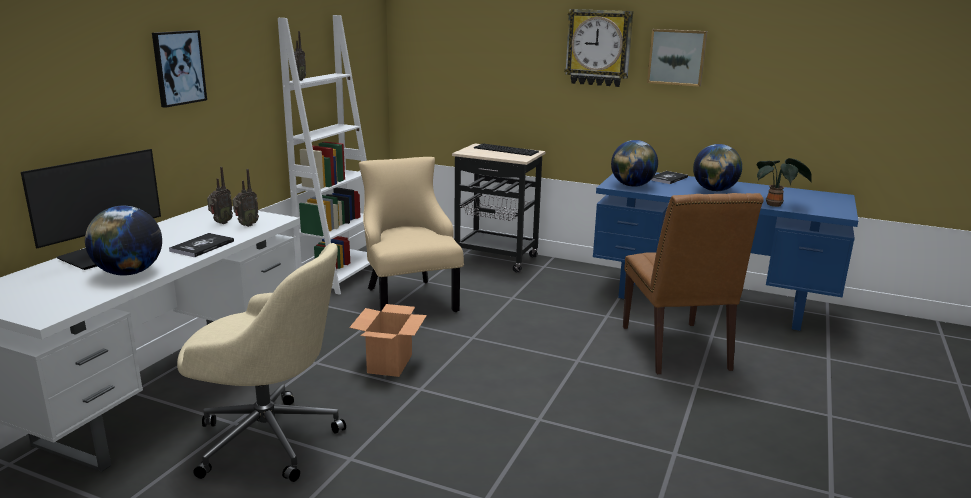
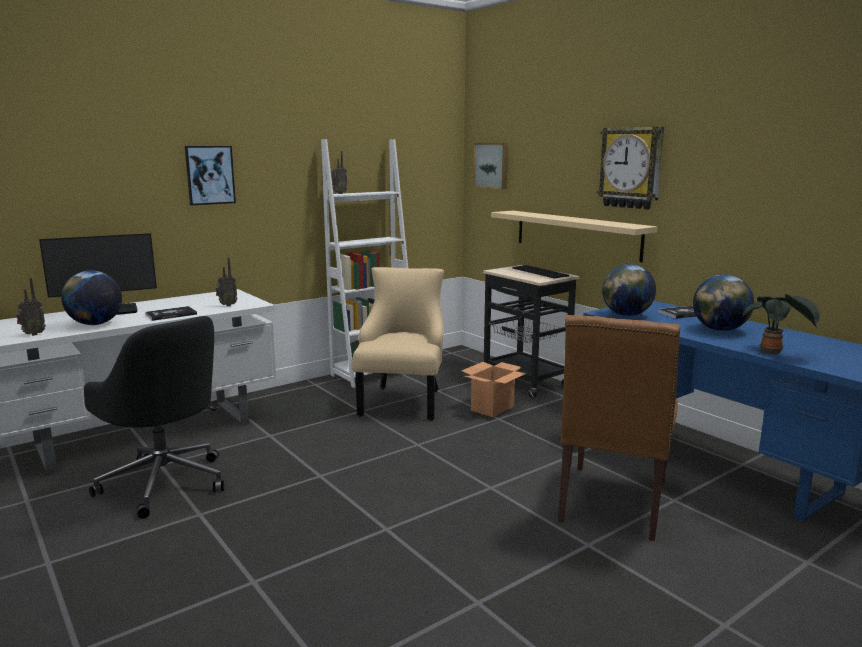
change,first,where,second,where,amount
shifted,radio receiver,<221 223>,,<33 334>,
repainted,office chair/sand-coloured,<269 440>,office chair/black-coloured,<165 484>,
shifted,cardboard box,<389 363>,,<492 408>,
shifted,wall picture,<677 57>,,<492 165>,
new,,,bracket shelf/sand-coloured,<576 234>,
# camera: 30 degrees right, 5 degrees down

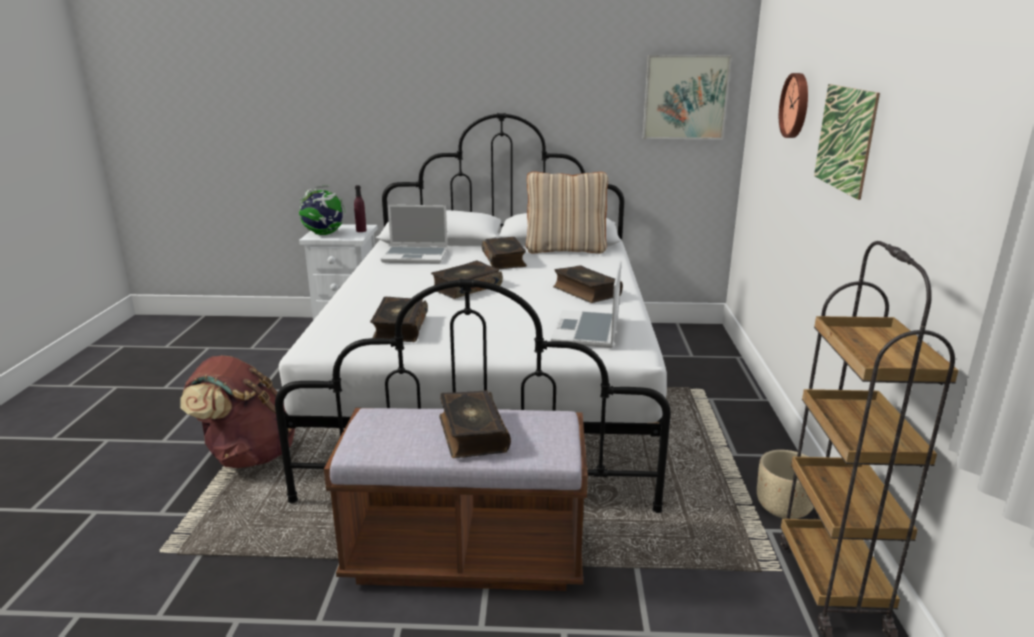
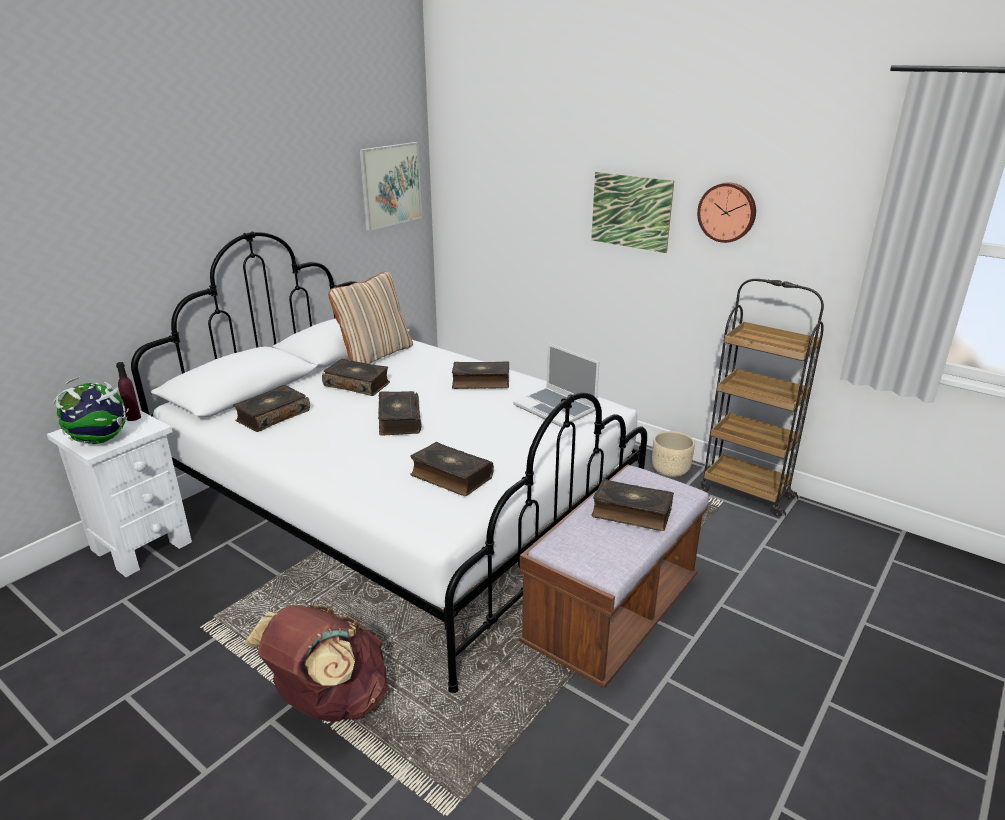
change,first,where,second,where,amount
swapped,laptop,<416 256>,book,<272 416>,
shifted,hanging clock,<796 105>,,<727 212>,
# camera: 55 degrees left, 5 degrees up

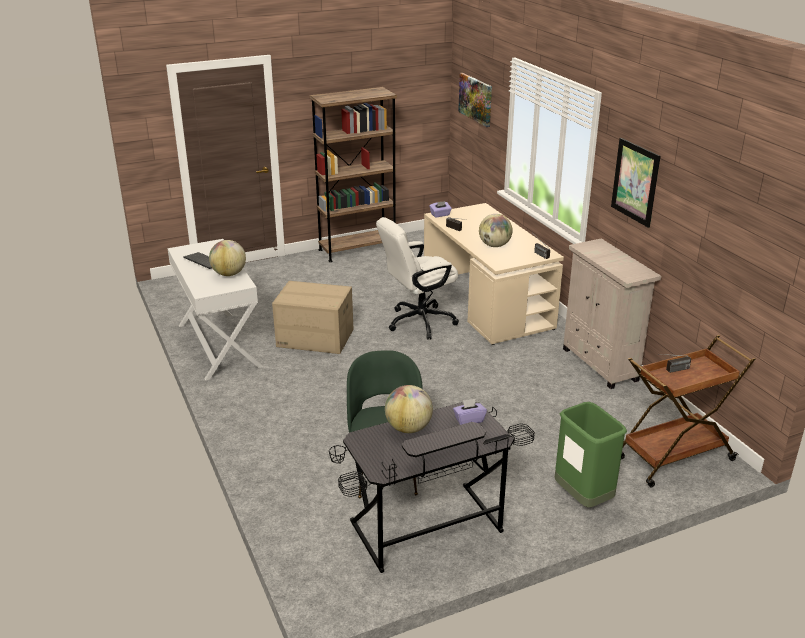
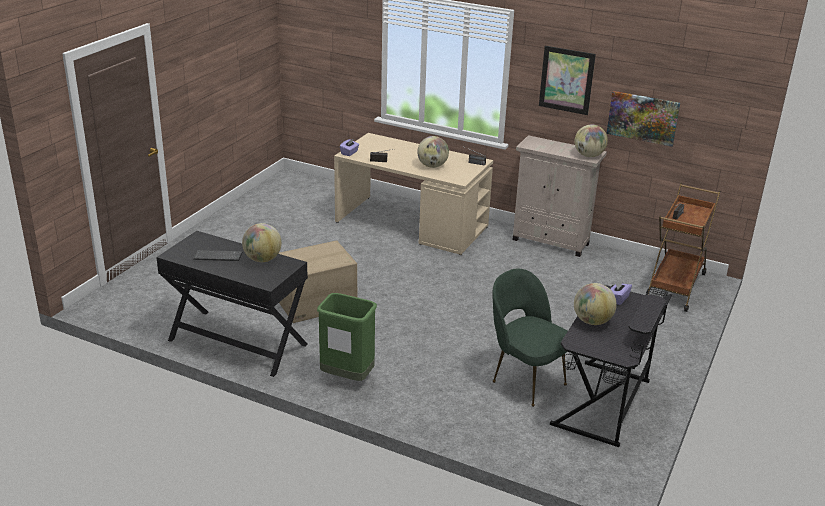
change,first,where,second,where,amount
repainted,hall table/white-coloured,<218 345>,hall table/black-coloured,<237 342>,
shifted,rubbish bin/green-coloured,<582 498>,,<347 377>,
new,,,world globe,<589 156>,
shifted,wall picture,<476 99>,,<643 117>,
gone,bookcase/brown,<357 249>,,,
gone,office chair/white-coloured,<418 323>,,,
# camera: 40 degrees left, 0 degrees up

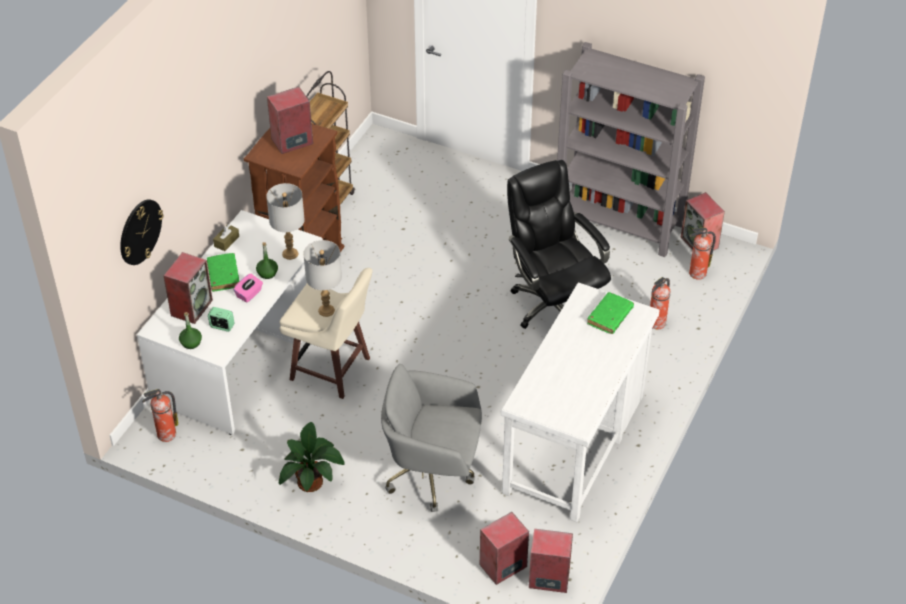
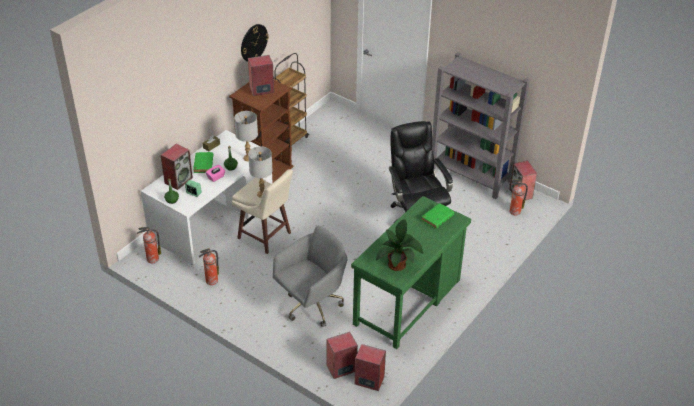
change,first,where,second,where,amount
shifted,fire-fighting cylinder,<656 323>,,<211 281>,
shifted,hanging clock,<140 231>,,<253 42>,
rotated,office chair/greyish,<433 476>,,<311 308>,120 degrees clockwise
repainted,desk unit/white-coloured,<575 444>,desk unit/green-coloured,<408 302>,
shifted,potted plant,<312 480>,,<398 264>,
# camera: 10 degrees right, 5 degrees down

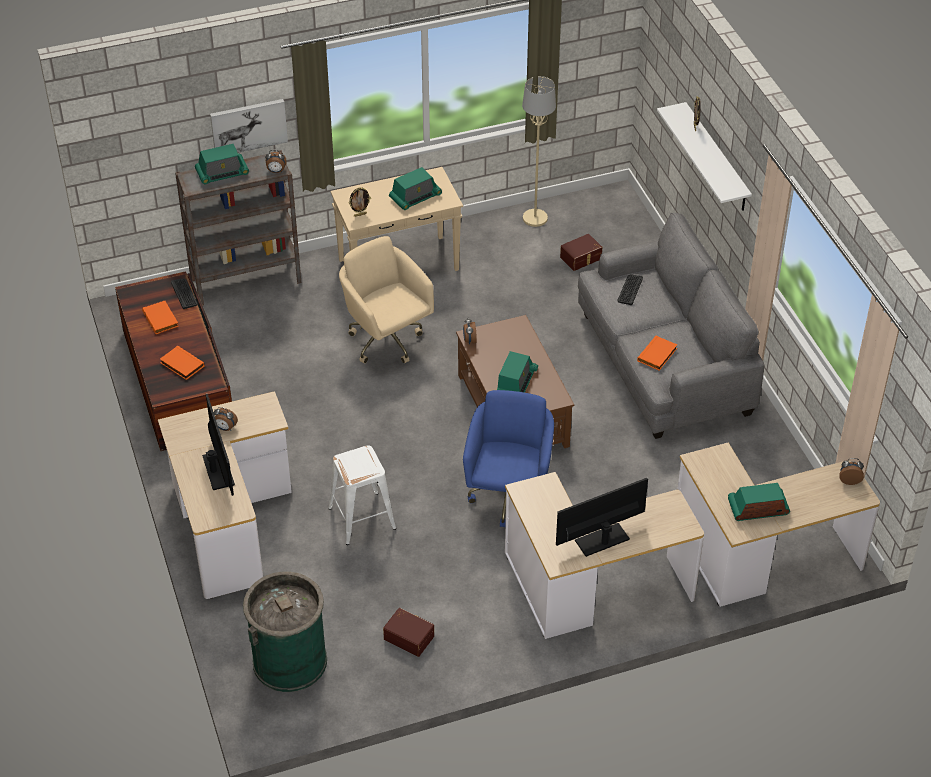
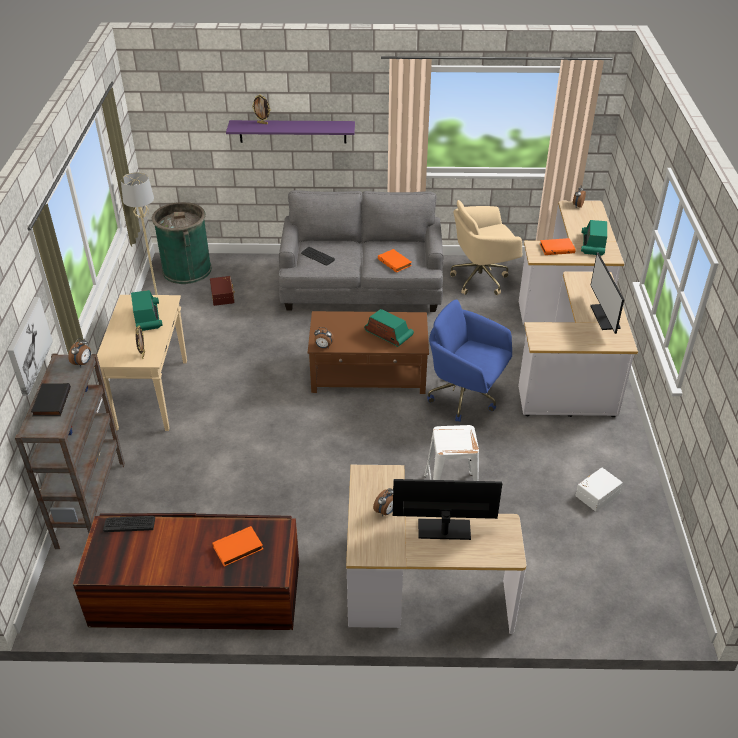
change,first,where,second,where,amount
swapped,radio receiver,<222 173>,book/black-coloured,<51 401>,
shifted,rubbish bin/green-coloured,<290 661>,,<187 270>,
repainted,bracket shelf/white-coloured,<716 158>,bracket shelf/purple,<292 131>,
shifted,office chair/sand-coloured,<387 344>,,<482 280>,
shifted,book/orangey,<161 319>,,<557 248>,
repainted,storage box/brown,<409 637>,storage box/white-coloured,<596 494>,
# camera: 70 degrees left, 5 degrees down

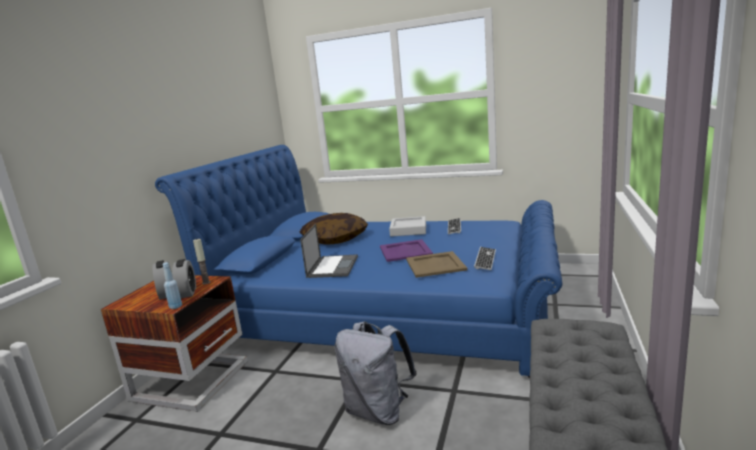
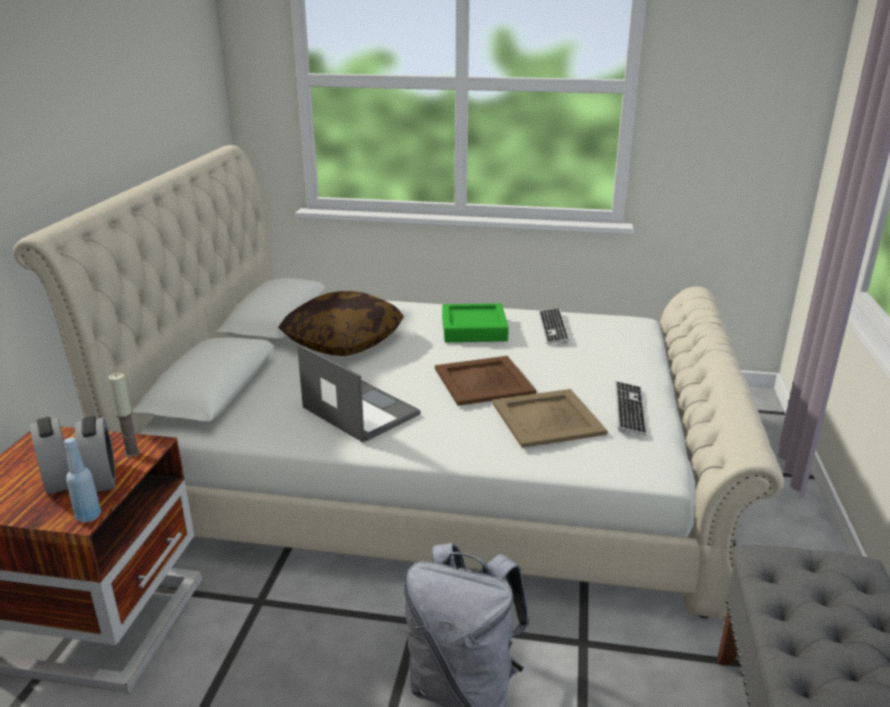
change,first,where,second,where,amount
repainted,sleeping bed/bluish,<387 308>,sleeping bed/sand-coloured,<435 466>,
rotated,laptop,<332 266>,,<359 410>,45 degrees counterclockwise
repainted,serving tray/purple,<405 251>,serving tray/brown,<483 381>,
repainted,serving tray/greyish,<408 230>,serving tray/green-coloured,<474 329>,
# camera: 10 degrees left, 10 degrees up

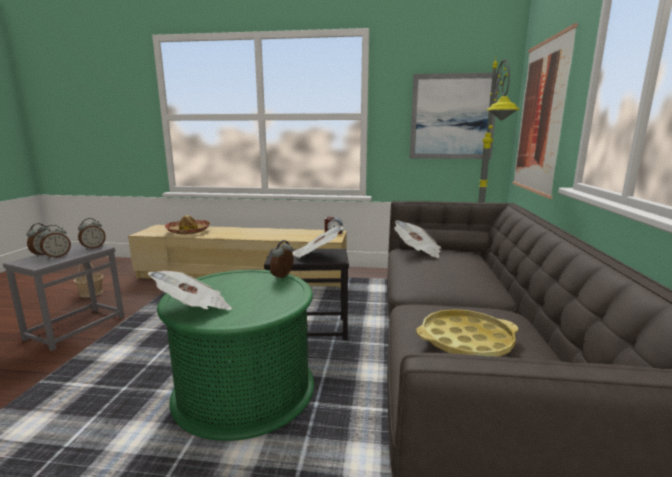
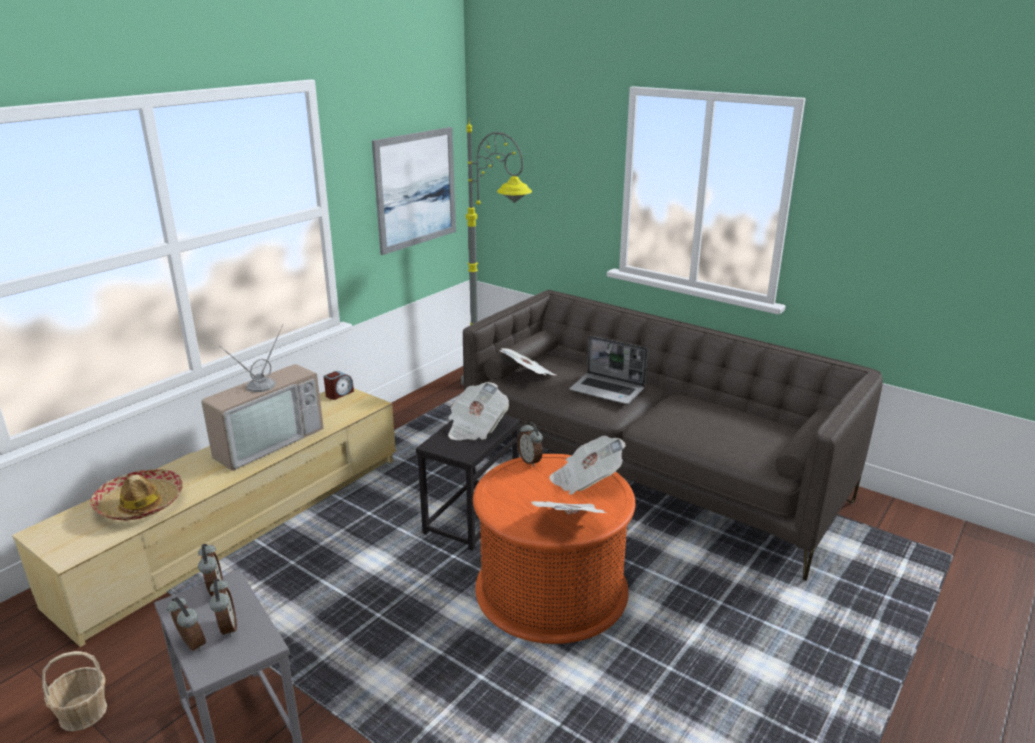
change,first,where,second,where,amount
new,,,TV,<266 440>,
repainted,coffee table/green-coloured,<245 389>,coffee table/orangey,<551 588>,
new,,,newspaper,<586 481>,
new,,,laptop,<608 390>,
gone,serving tray/yellow-coloured,<466 340>,,,
gone,wall picture,<540 117>,,,
# camera: 60 degrees left, 10 degrees up

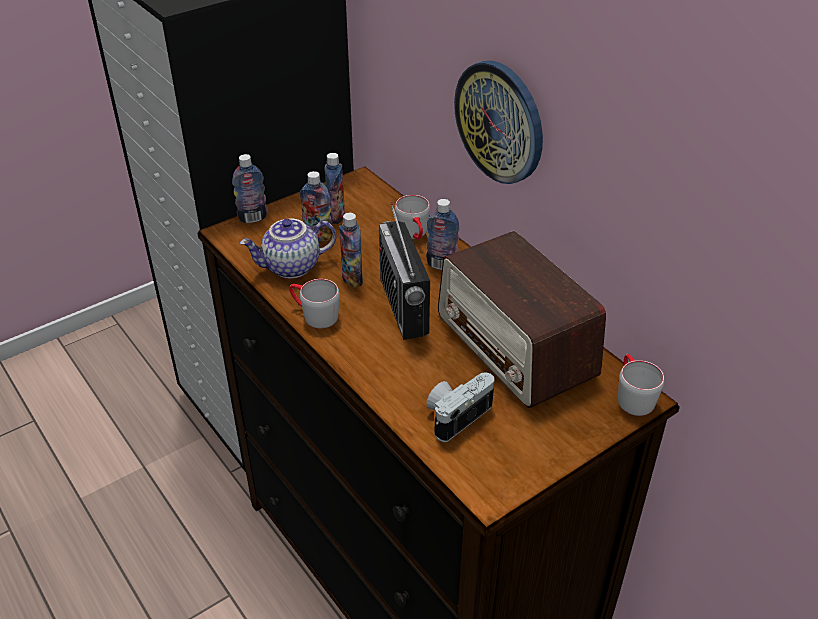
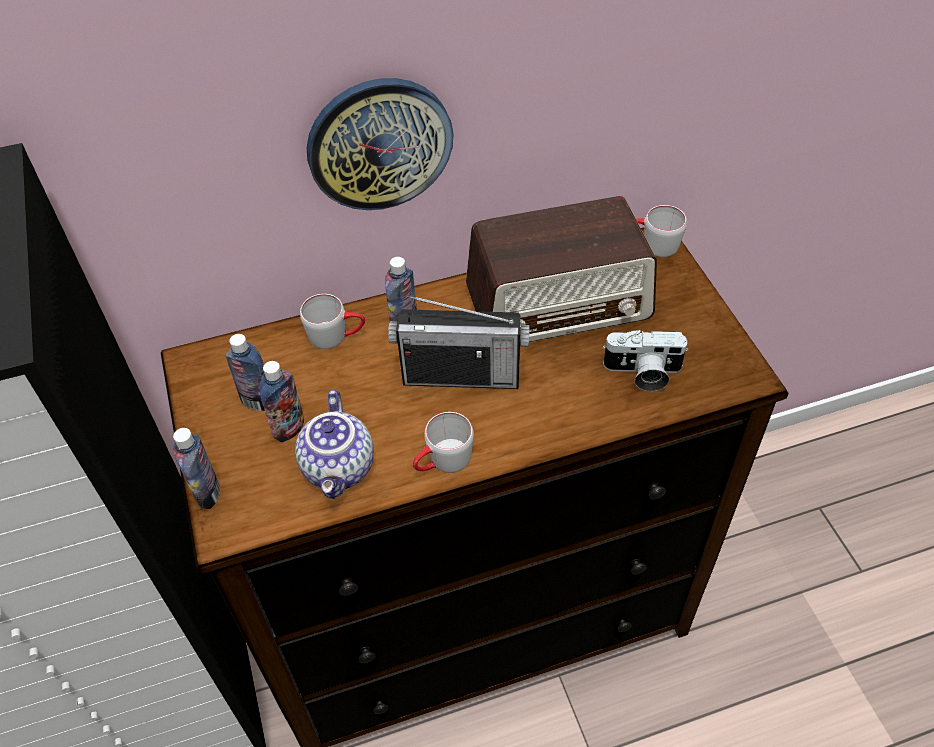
change,first,where,second,where,amount
rotated,still camera,<456 414>,,<642 373>,60 degrees counterclockwise
gone,drink bottle,<352 279>,,,
# camera: 70 degrees left, 10 degrees up

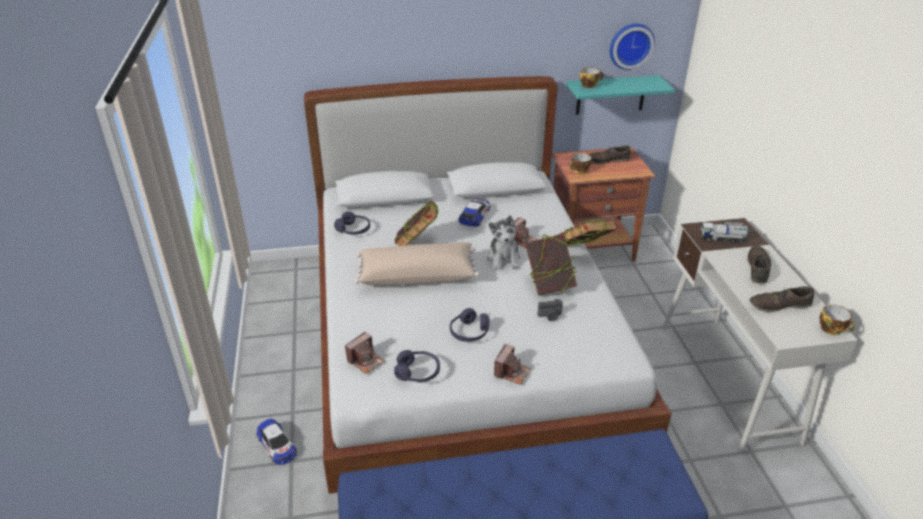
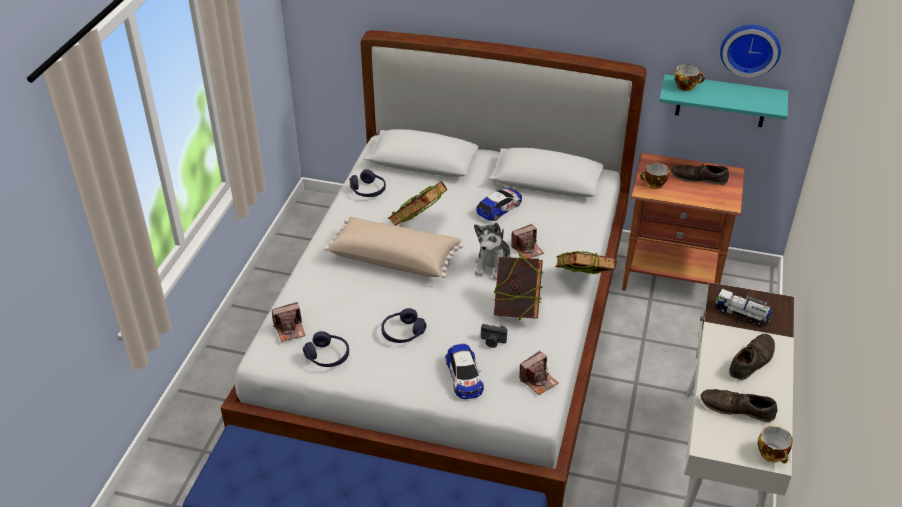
change,first,where,second,where,amount
shifted,toy car,<277 445>,,<464 376>,
shifted,still camera,<511 372>,,<538 380>,
# camera: 25 degrees right, 5 degrees up

